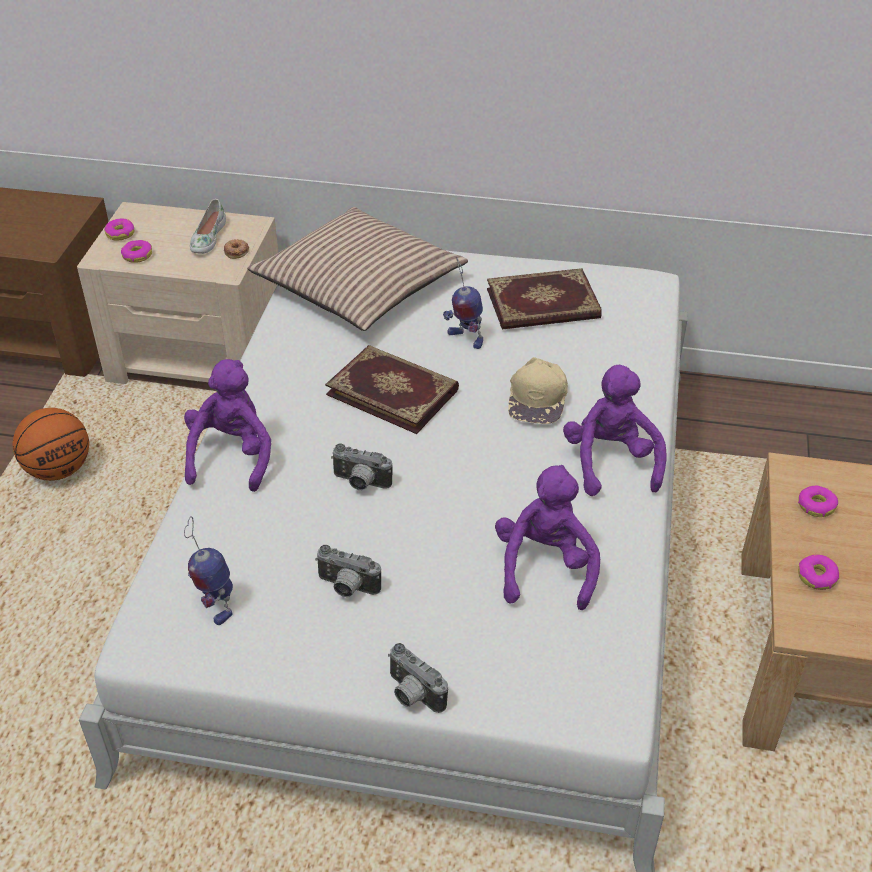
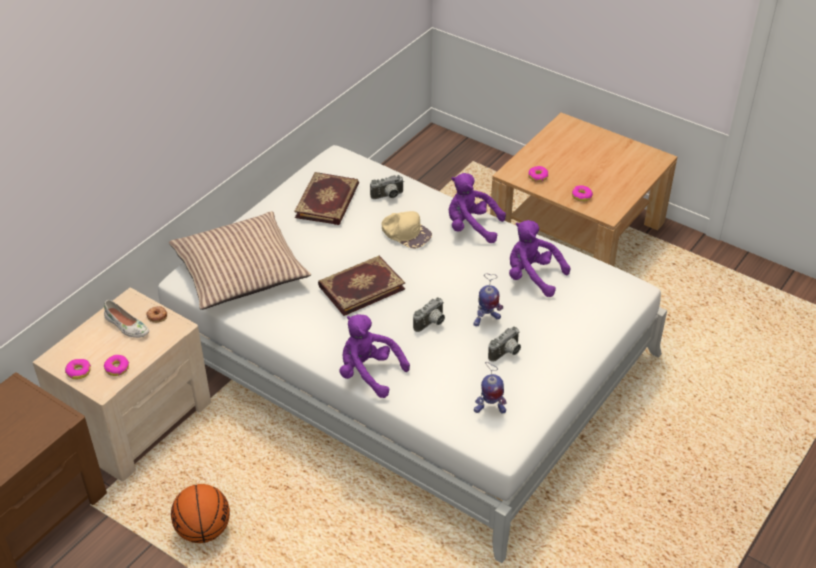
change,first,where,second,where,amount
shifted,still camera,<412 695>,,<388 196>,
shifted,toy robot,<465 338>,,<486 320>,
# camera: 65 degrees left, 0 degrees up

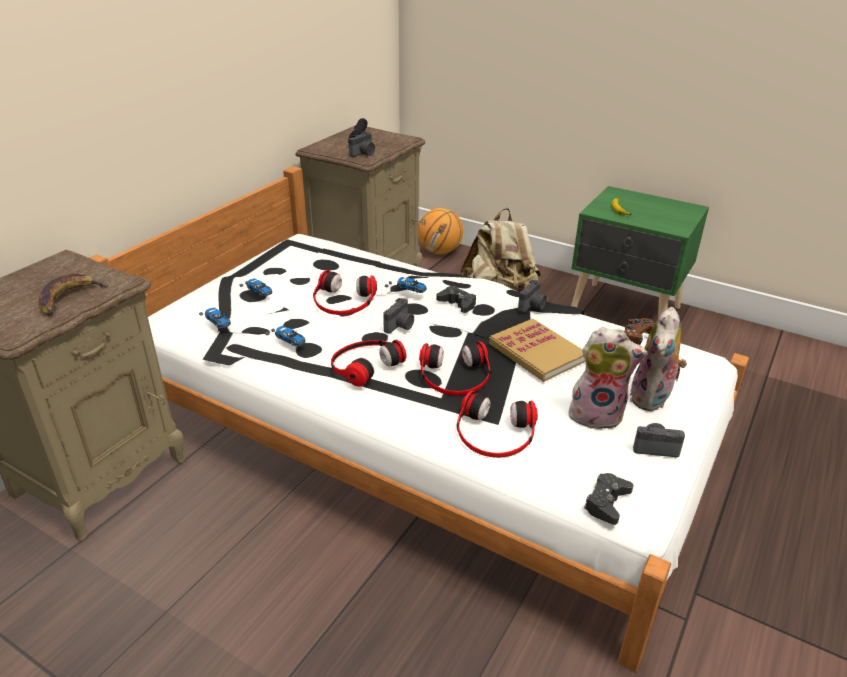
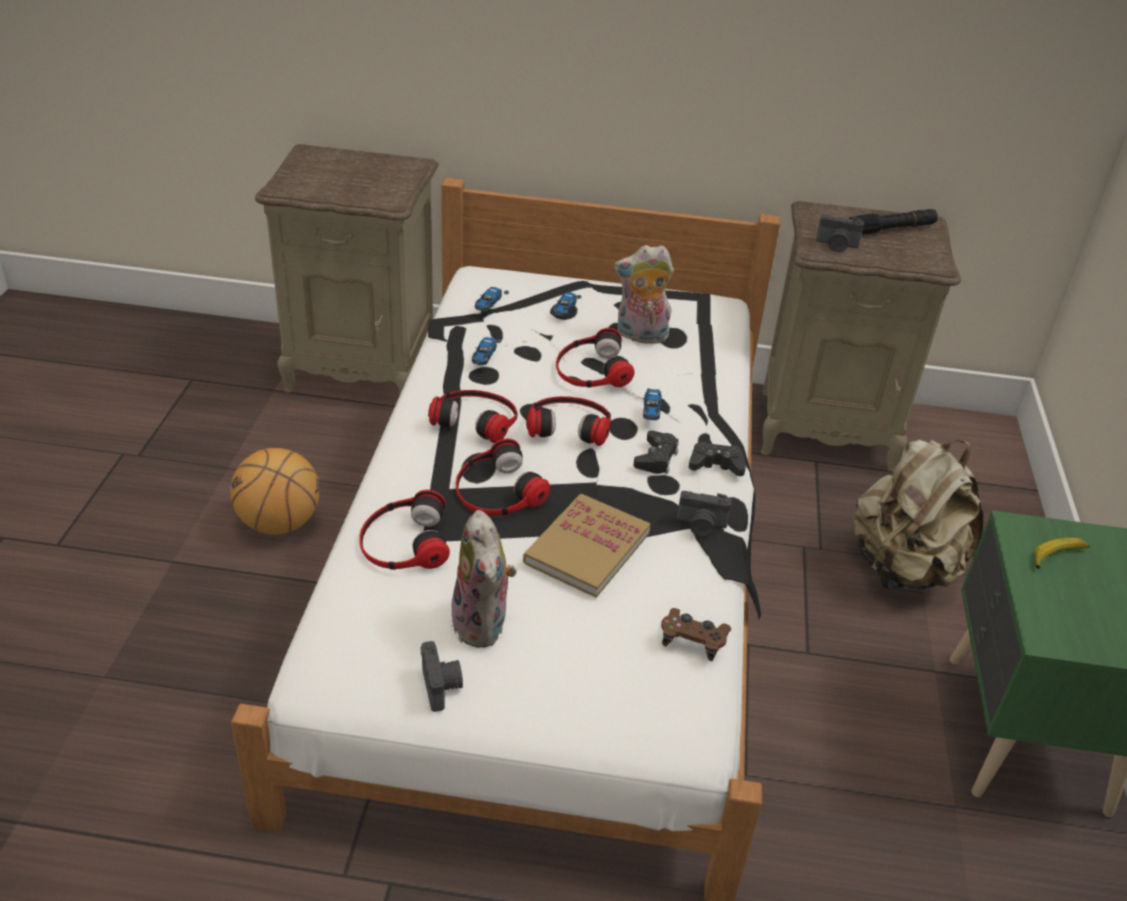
change,first,where,second,where,amount
shifted,ball for basketball,<440 251>,,<279 523>,
swapped,still camera,<400 326>,pair of headphones,<569 424>,
shifted,plush toy,<652 399>,,<640 337>,
shifted,joypad/black-coloured,<607 502>,,<716 465>,
gone,whole banana,<69 298>,,,
# camera: 65 degrees right, 5 degrees up

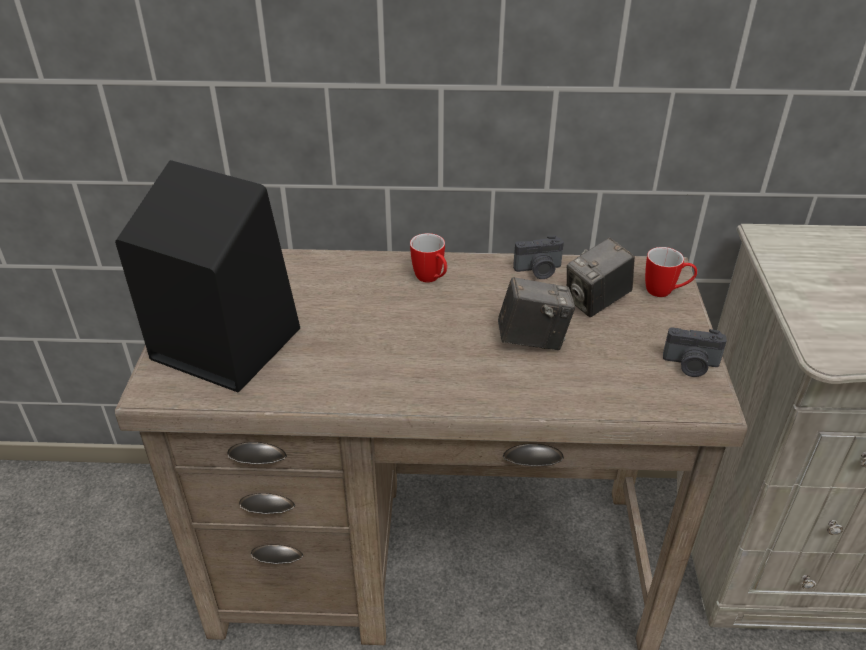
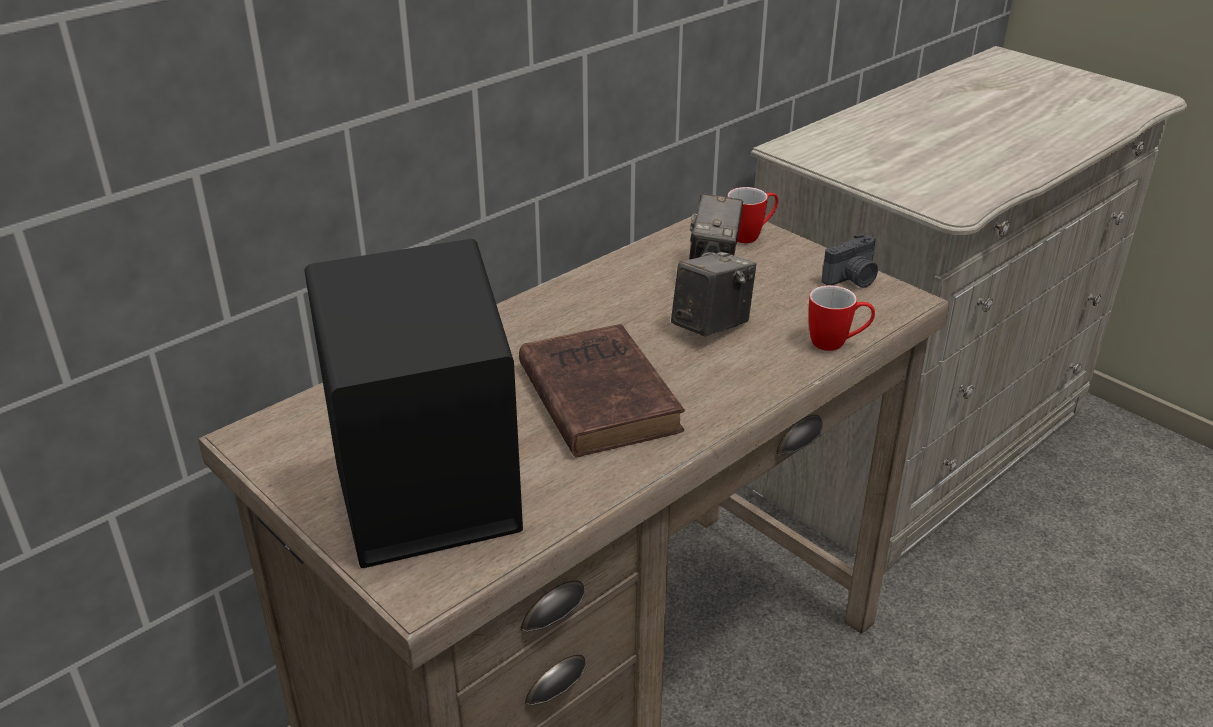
change,first,where,second,where,amount
new,,,book/brown,<596 395>,
shifted,mug,<431 279>,,<836 344>,
gone,still camera,<539 270>,,,
# camera: 45 degrees left, 5 degrees down

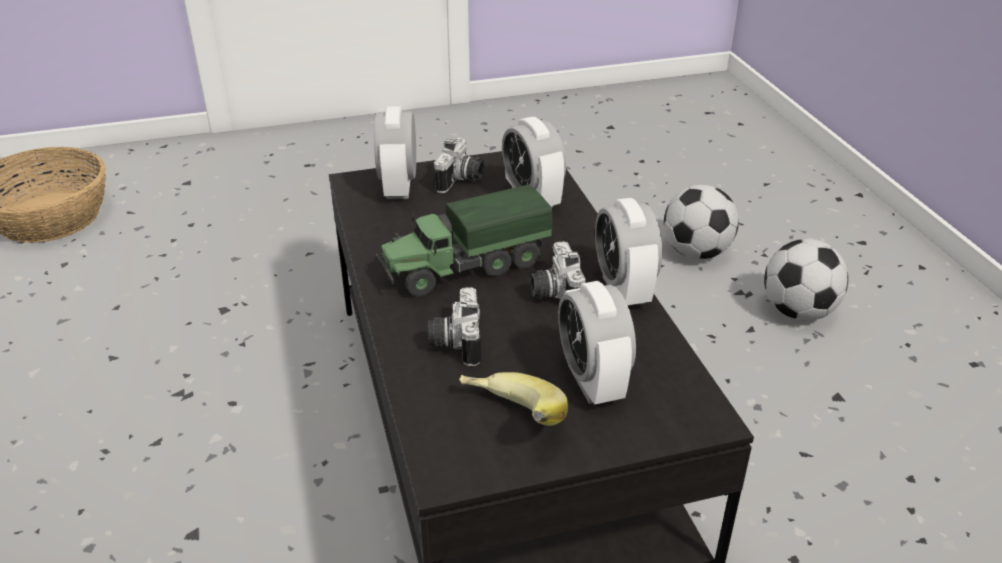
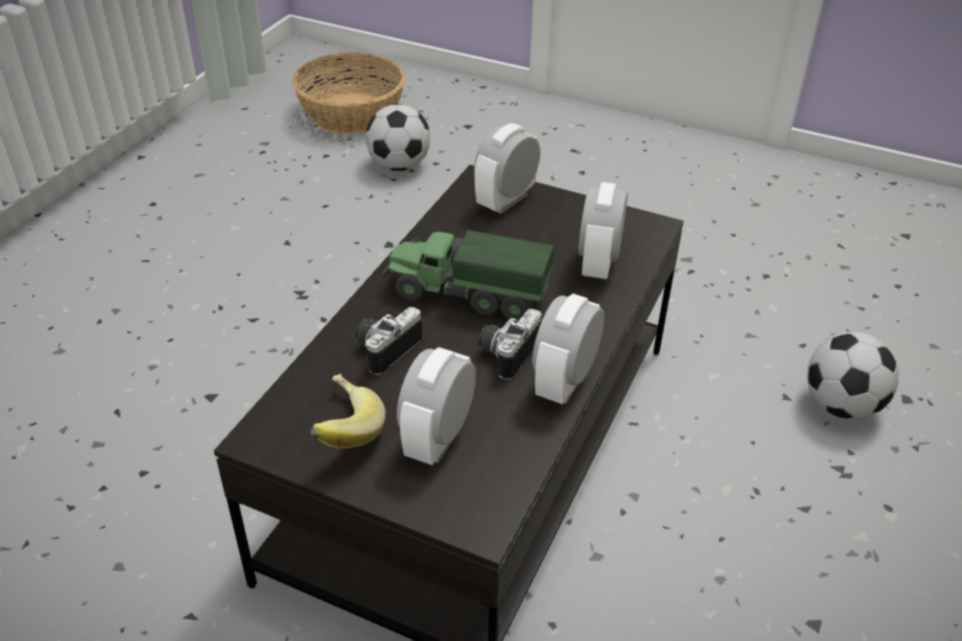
change,first,where,second,where,amount
shifted,football ball,<797 311>,,<399 165>,
gone,still camera,<461 180>,,,
# camera: 40 degrees right, 5 degrees up

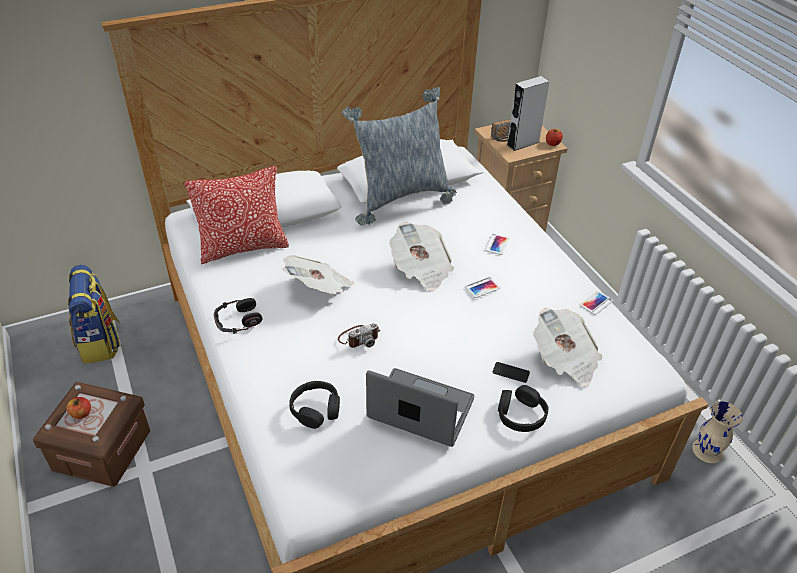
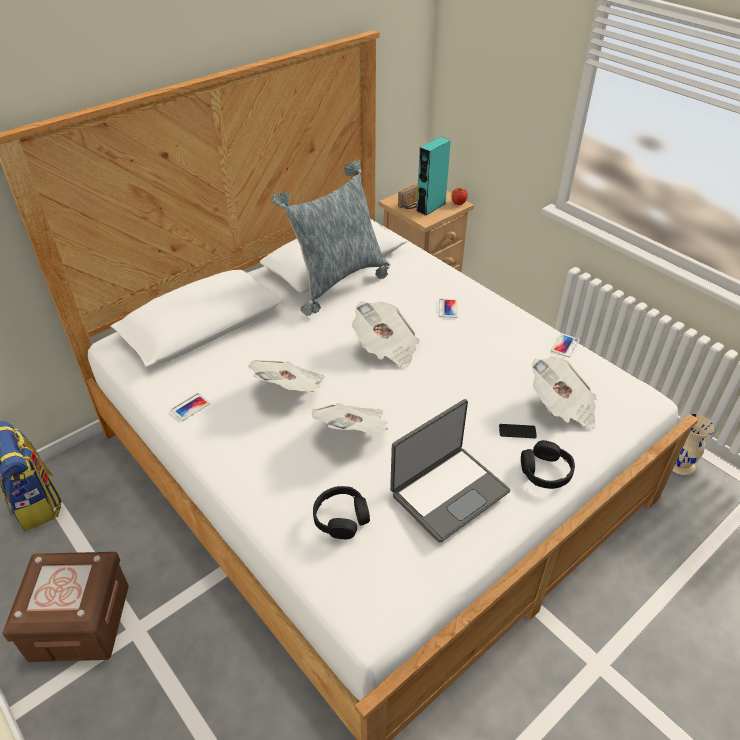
change,first,where,second,where,amount
shifted,phone,<482 287>,,<190 407>,
swapped,still camera,<359 338>,newspaper,<354 431>,
rotated,laptop,<420 410>,,<448 492>,135 degrees clockwise
repainted,speaker/greyish,<523 143>,speaker/turquoise-coloured,<431 207>,
gone,whole apple,<81 413>,,,
gone,throw pillow,<243 247>,,,
gone,pair of headphones,<238 321>,,,
# camera: 15 degrees left, 0 degrees up

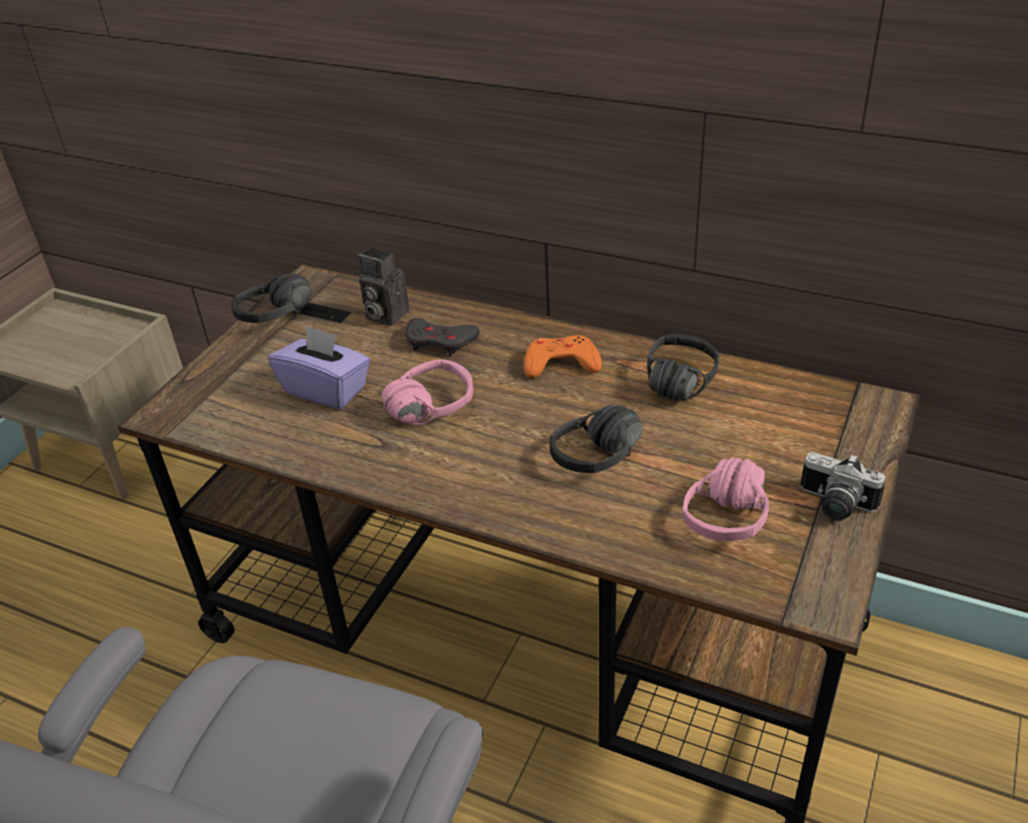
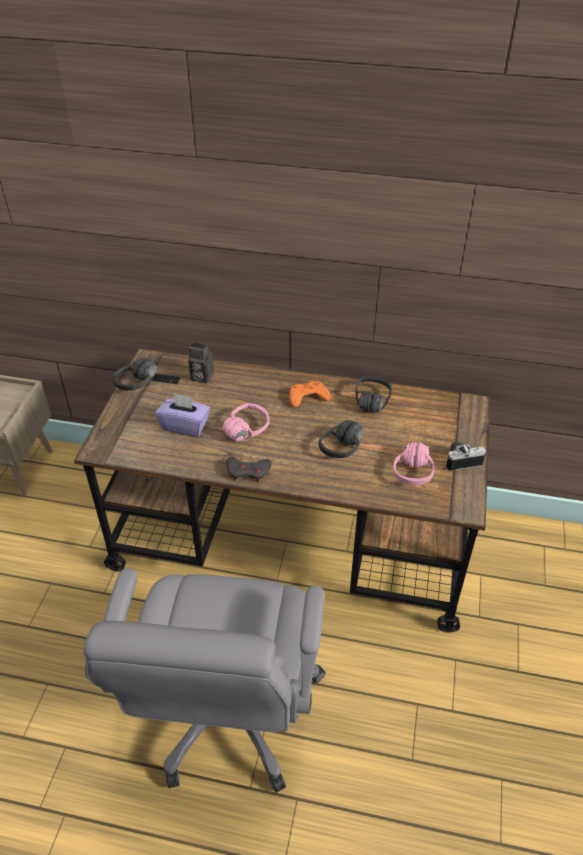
change,first,where,second,where,amount
shifted,joypad/greyish,<440 342>,,<248 471>,
rotated,still camera,<834 506>,,<461 460>,150 degrees clockwise
# camera: 15 degrees left, 5 degrees up

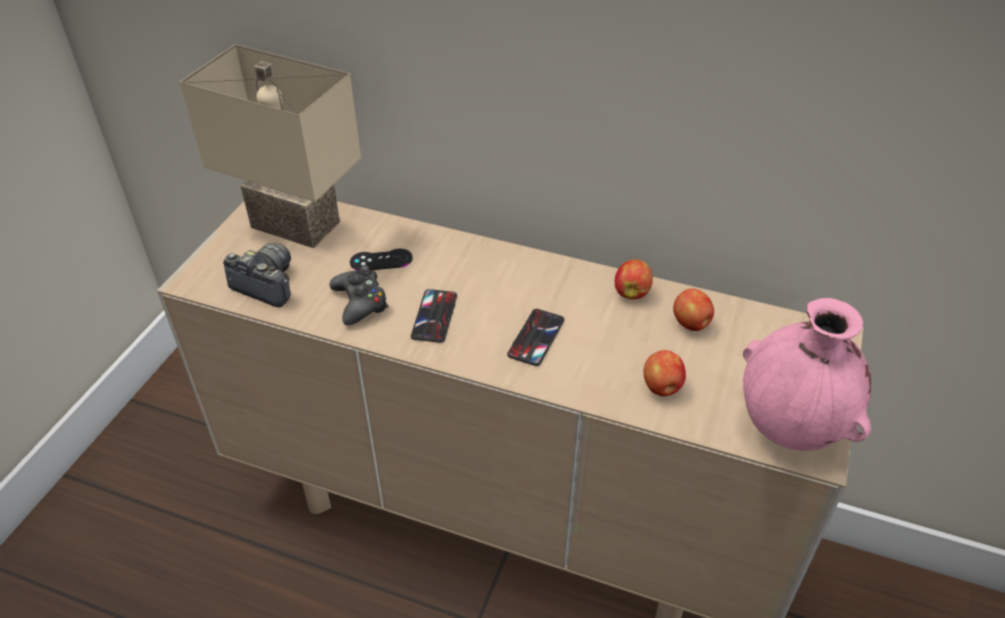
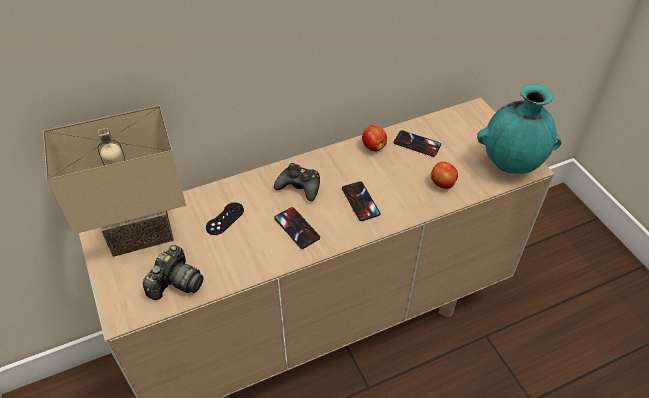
change,first,where,second,where,amount
rotated,still camera,<266 285>,,<175 283>,135 degrees clockwise
shifted,joypad/black-coloured,<360 302>,,<299 186>,
swapped,whole apple,<691 324>,phone,<417 144>,
repainted,decorative vase/pinkish,<789 431>,decorative vase/turquoise-coloured,<510 165>,
# camera: 45 degrees left, 5 degrees up

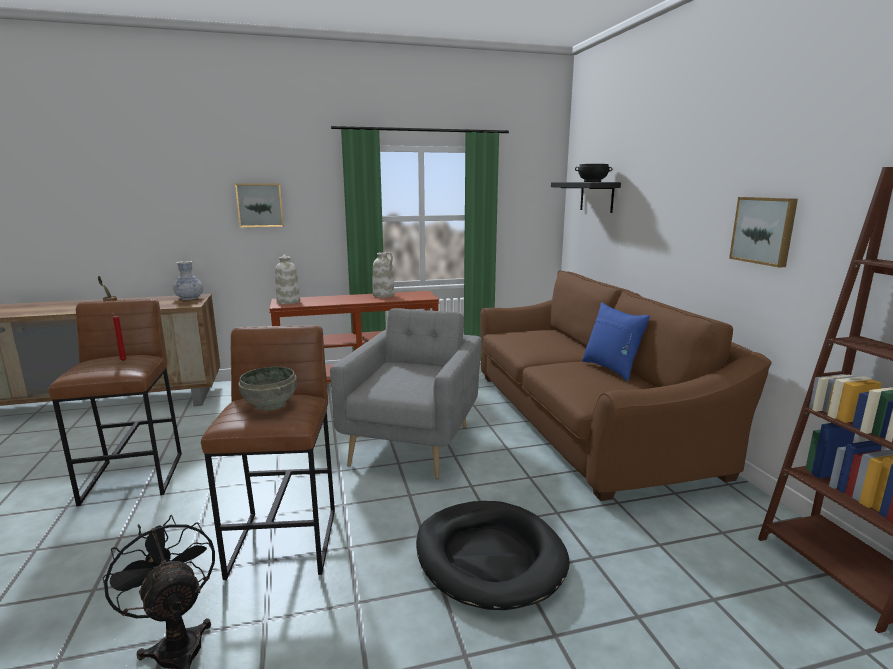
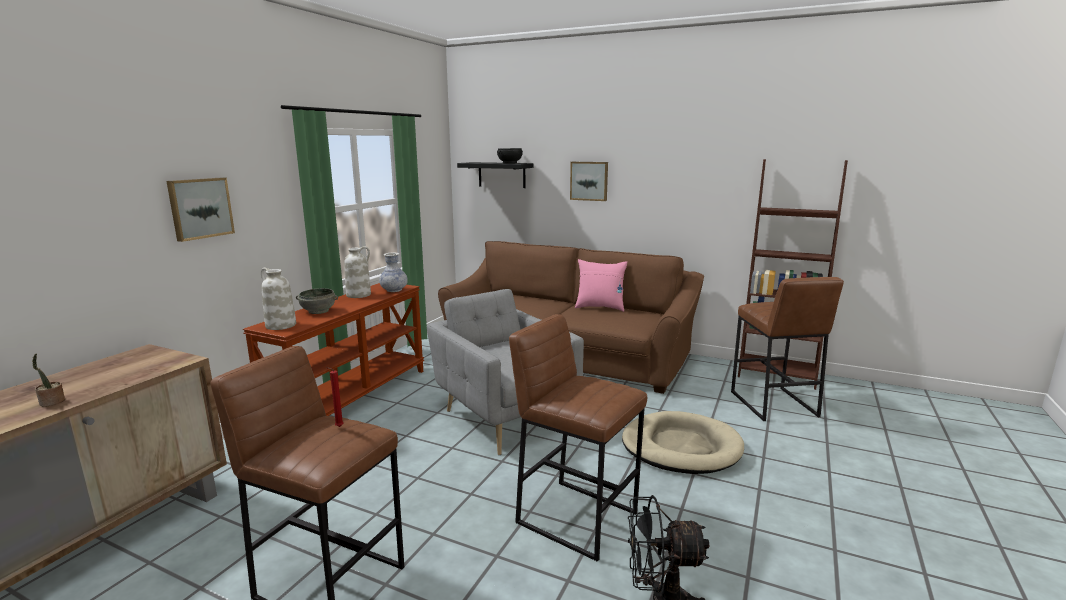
change,first,where,second,where,amount
shifted,deep dish/greyish,<271 404>,,<318 311>,
shifted,decorative vase,<189 298>,,<394 290>,
shifted,wall picture,<764 230>,,<589 181>,
repainted,throw pillow/bluish,<610 369>,throw pillow/pinkish,<600 308>,
repainted,pet bed/black-coloured,<489 557>,pet bed/sand-coloured,<681 447>,
new,,,stool/brown,<774 404>,
# camera: 50 degrees left, 0 degrees up

